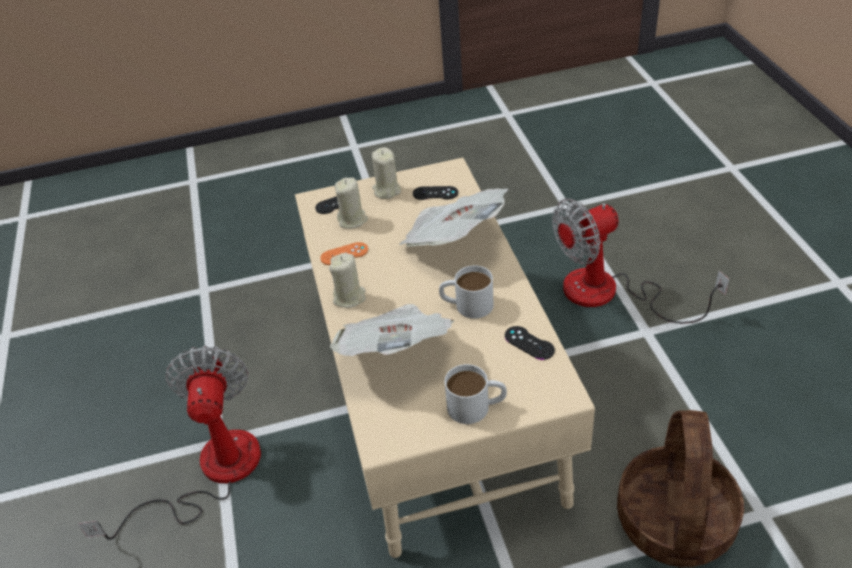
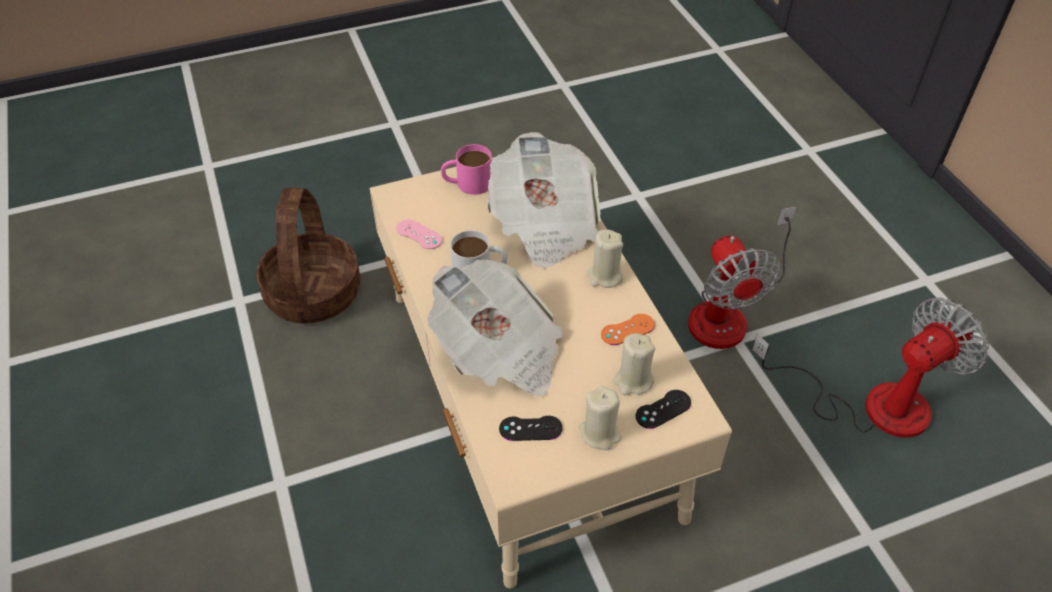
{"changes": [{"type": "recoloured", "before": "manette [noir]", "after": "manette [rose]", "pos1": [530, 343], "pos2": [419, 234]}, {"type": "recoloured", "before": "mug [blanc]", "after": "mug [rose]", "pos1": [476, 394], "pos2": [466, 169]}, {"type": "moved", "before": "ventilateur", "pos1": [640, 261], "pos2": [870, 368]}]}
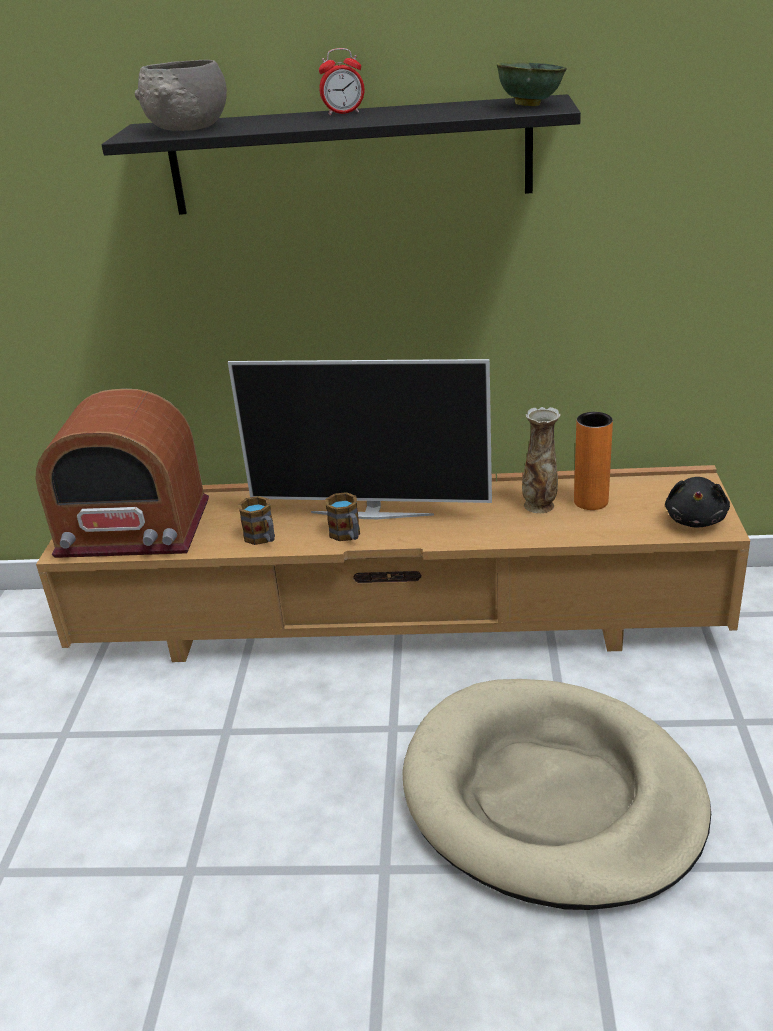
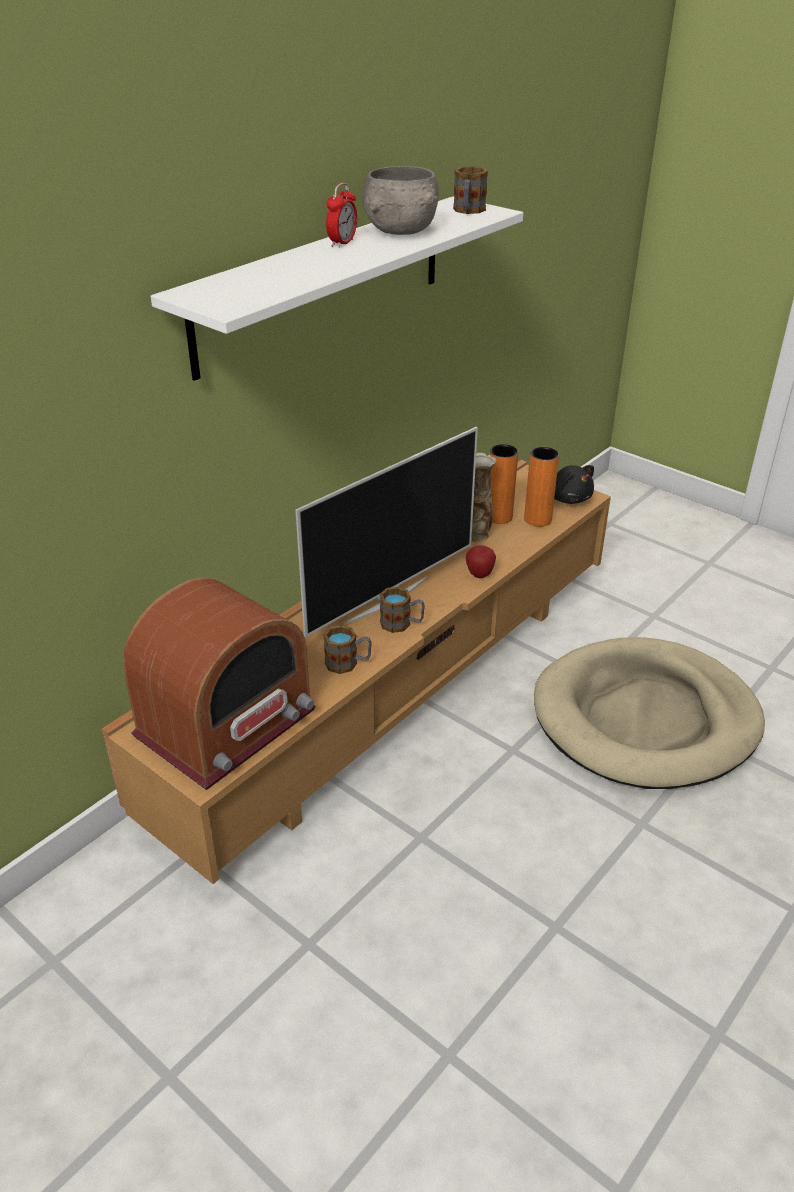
{"changes": [{"type": "recoloured", "before": "étagère [noir]", "after": "étagère [blanc]", "pos1": [341, 154], "pos2": [337, 288]}, {"type": "moved", "before": "bol [gris]", "pos1": [181, 95], "pos2": [400, 200]}, {"type": "replaced", "before": "bol [vert]", "after": "mug", "pos1": [532, 84], "pos2": [470, 190]}, {"type": "added", "after": "pomme", "pos2": [481, 561]}, {"type": "added", "after": "vase [orange]", "pos2": [541, 487]}]}
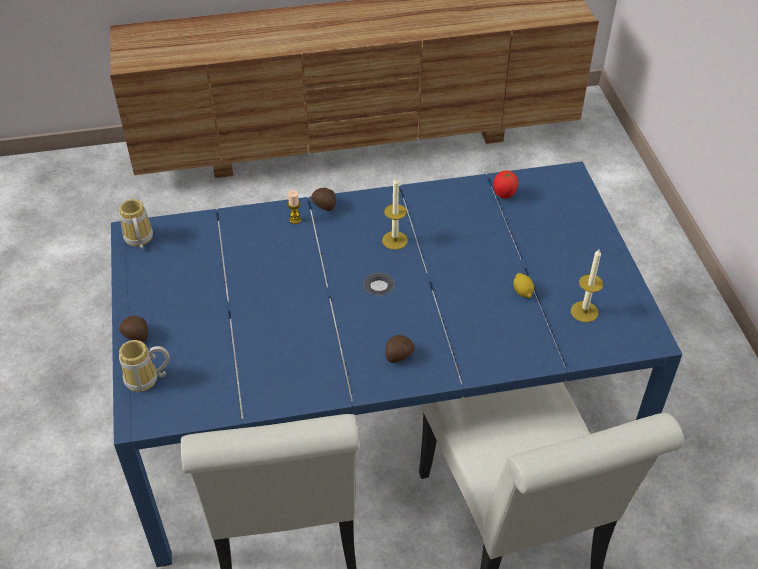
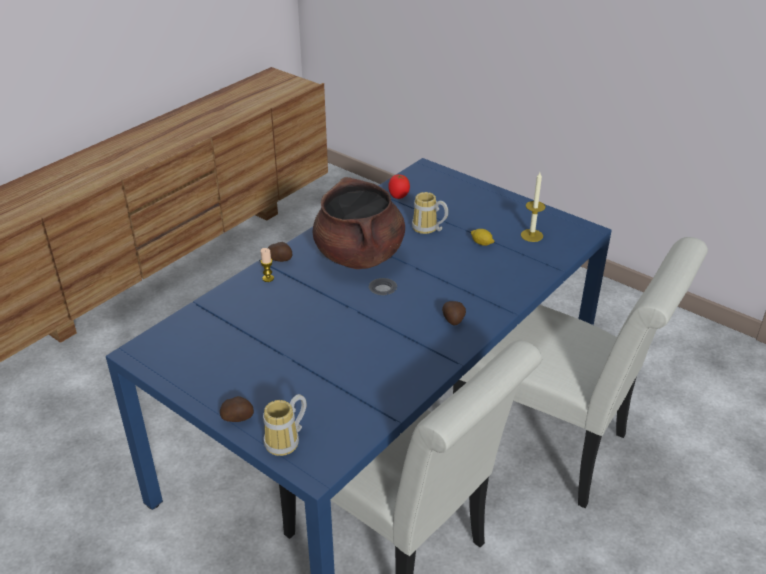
{"changes": [{"type": "replaced", "before": "bougie", "after": "marmite [marron]", "pos1": [395, 214], "pos2": [359, 223]}, {"type": "moved", "before": "mug", "pos1": [136, 224], "pos2": [430, 213]}]}
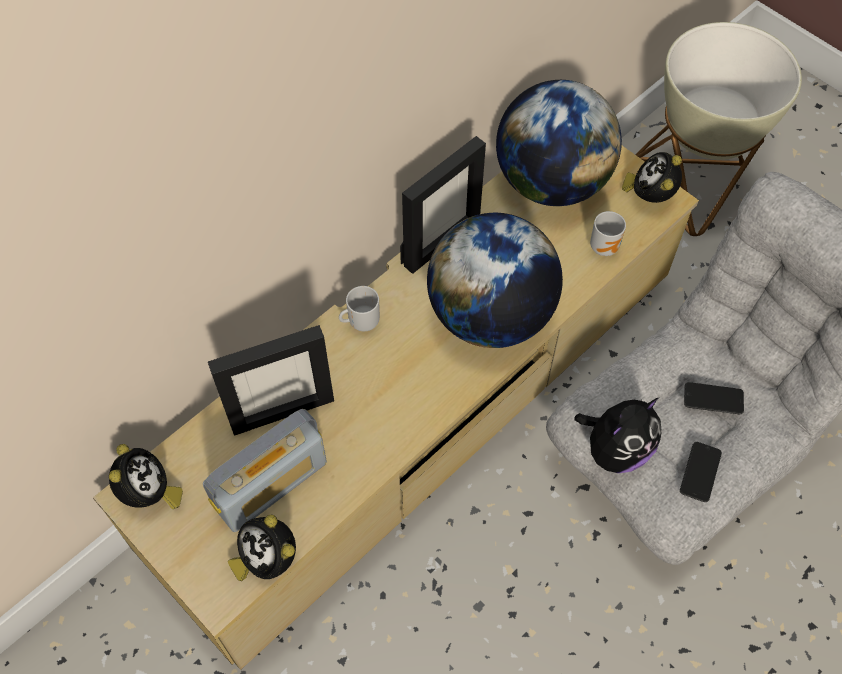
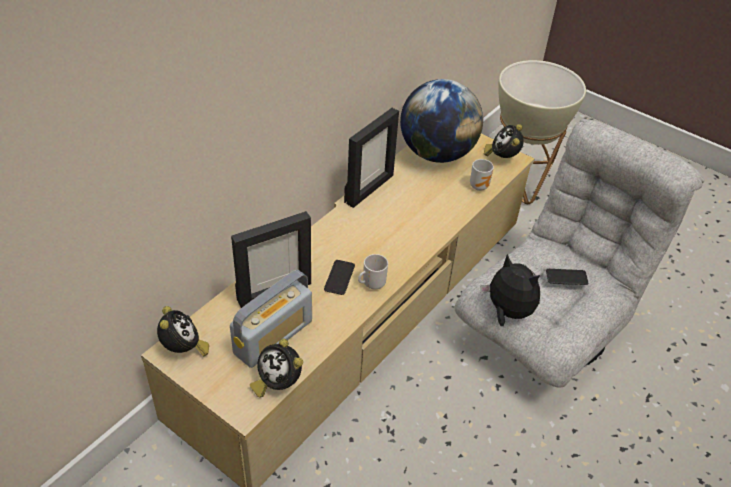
{"changes": [{"type": "moved", "before": "téléphone", "pos1": [701, 472], "pos2": [339, 277]}, {"type": "moved", "before": "mug", "pos1": [359, 308], "pos2": [373, 271]}, {"type": "turned", "before": "peluche", "pos1": [618, 435], "pos2": [510, 290], "turn": -90}, {"type": "removed", "before": "globe", "pos1": [495, 280]}]}
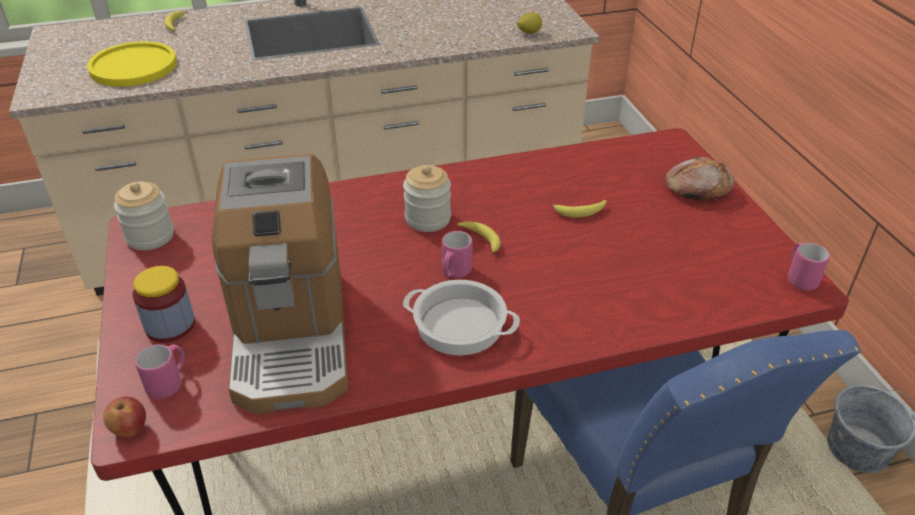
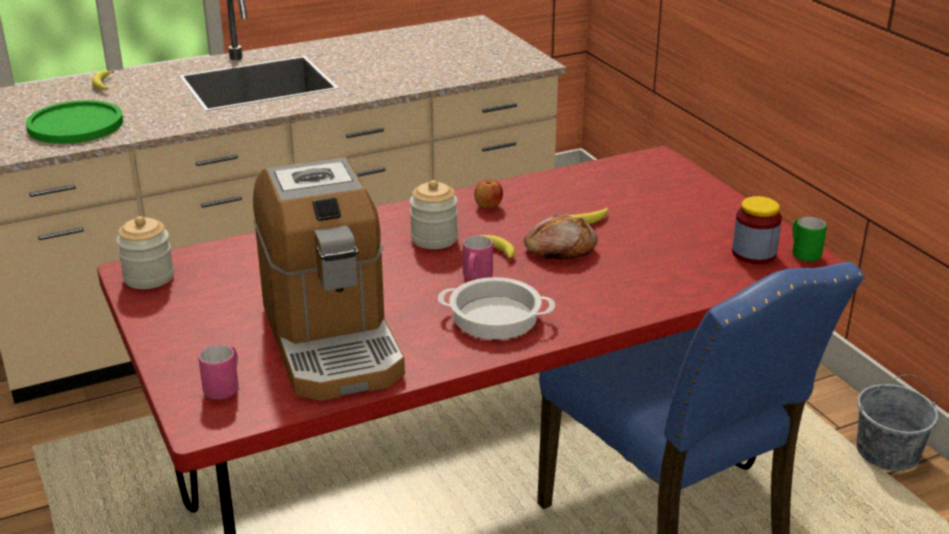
{"changes": [{"type": "recoloured", "before": "assiette [jaune]", "after": "assiette [vert]", "pos1": [132, 64], "pos2": [74, 122]}, {"type": "moved", "before": "pomme", "pos1": [124, 417], "pos2": [488, 193]}, {"type": "moved", "before": "pain", "pos1": [699, 179], "pos2": [561, 237]}, {"type": "moved", "before": "bocal", "pos1": [164, 304], "pos2": [757, 230]}, {"type": "recoloured", "before": "mug [rose]", "after": "mug [vert]", "pos1": [809, 266], "pos2": [809, 239]}, {"type": "removed", "before": "citron", "pos1": [529, 23]}]}
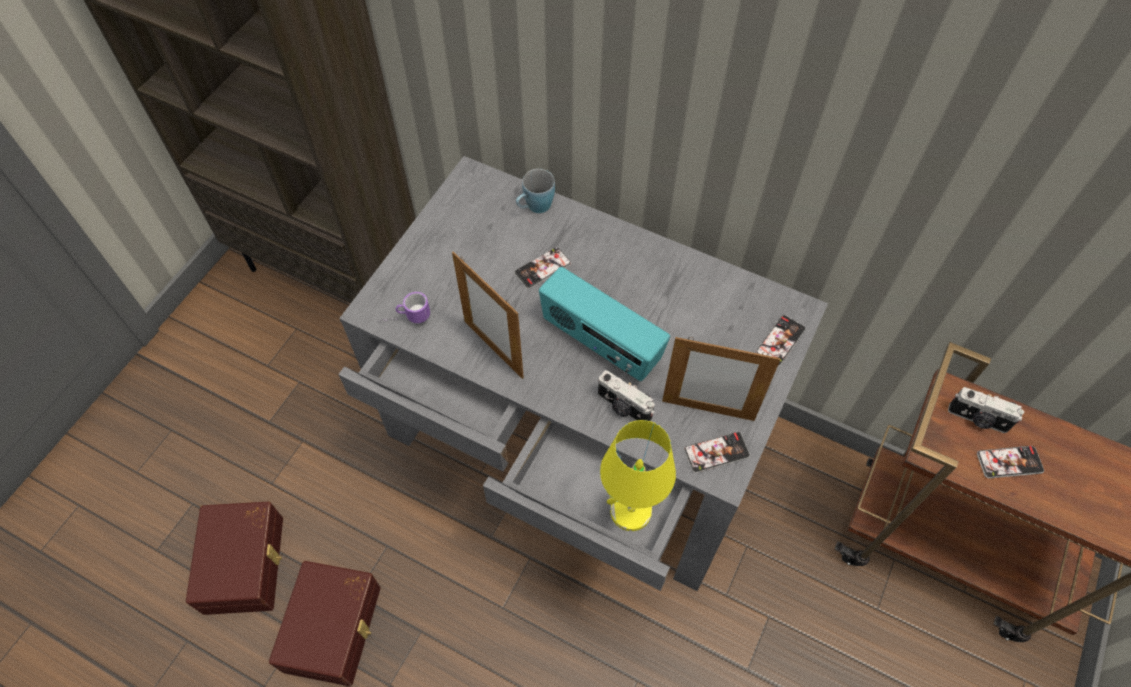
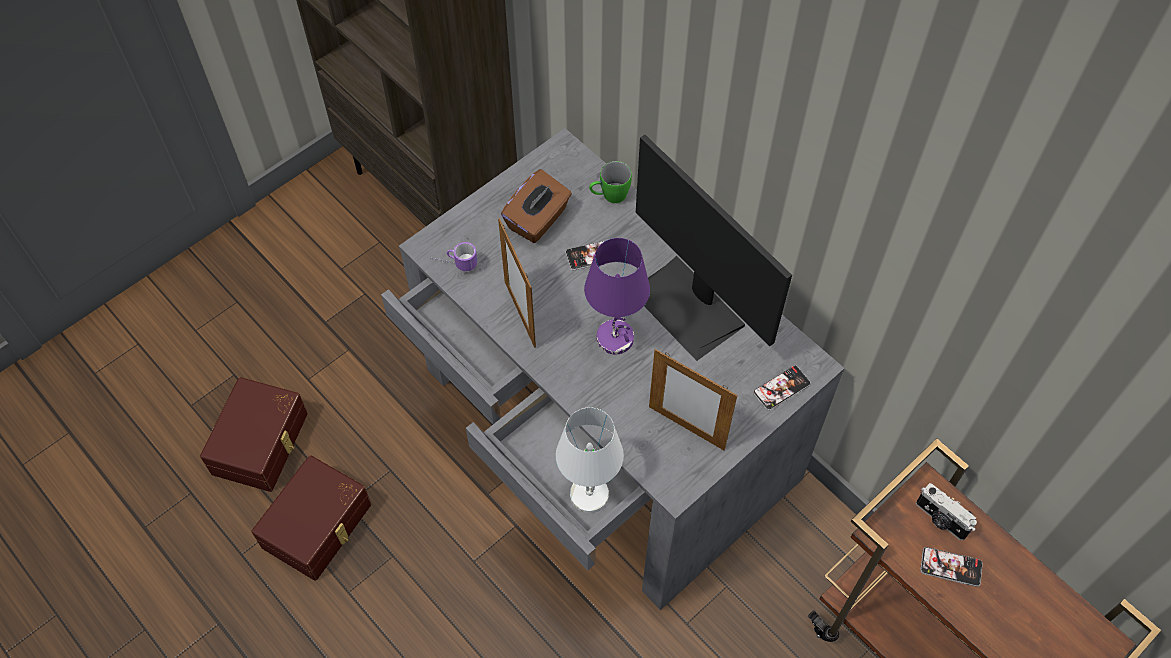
{"changes": [{"type": "added", "after": "boîte à mouchoirs [marron]", "pos2": [536, 206]}, {"type": "recoloured", "before": "lampe de table [jaune]", "after": "lampe de table [blanc]", "pos1": [638, 475], "pos2": [590, 460]}, {"type": "replaced", "before": "radio", "after": "lampe de table [violet]", "pos1": [604, 324], "pos2": [617, 296]}, {"type": "recoloured", "before": "mug [bleu]", "after": "mug [vert]", "pos1": [535, 191], "pos2": [610, 182]}, {"type": "added", "after": "écran d'ordinateur", "pos2": [714, 248]}, {"type": "removed", "before": "appareil photo", "pos1": [626, 395]}, {"type": "removed", "before": "téléphone", "pos1": [717, 452]}]}
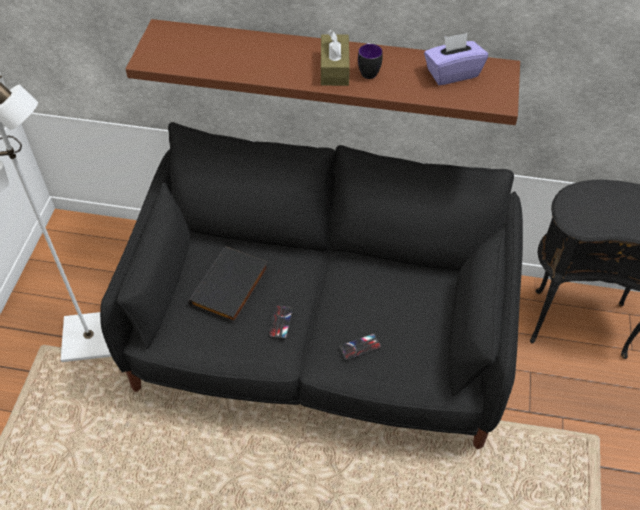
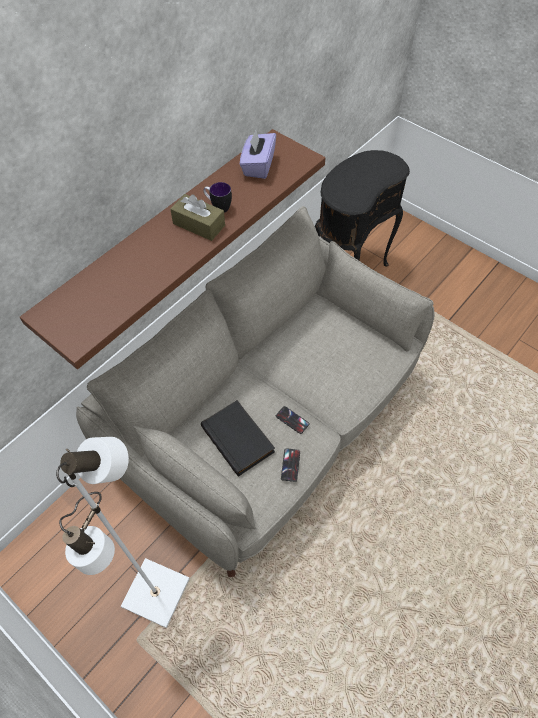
{"changes": [{"type": "recoloured", "before": "canapé [noir]", "after": "canapé [beige]", "pos1": [311, 285], "pos2": [255, 391]}, {"type": "moved", "before": "téléphone", "pos1": [360, 346], "pos2": [290, 465]}]}
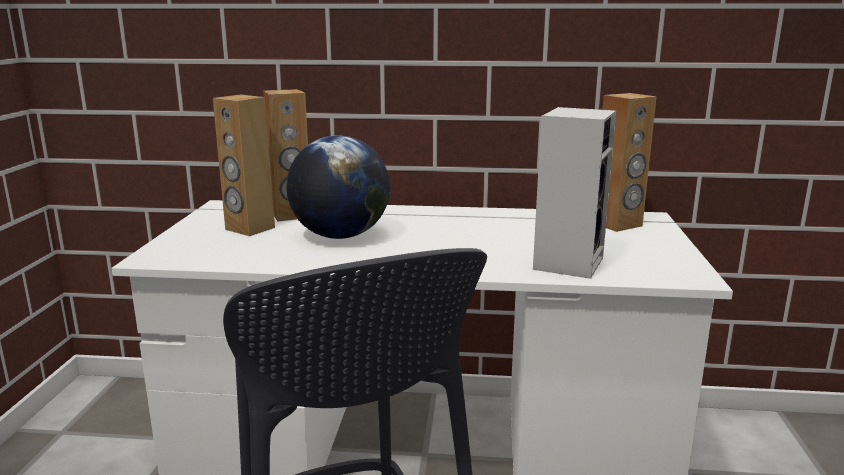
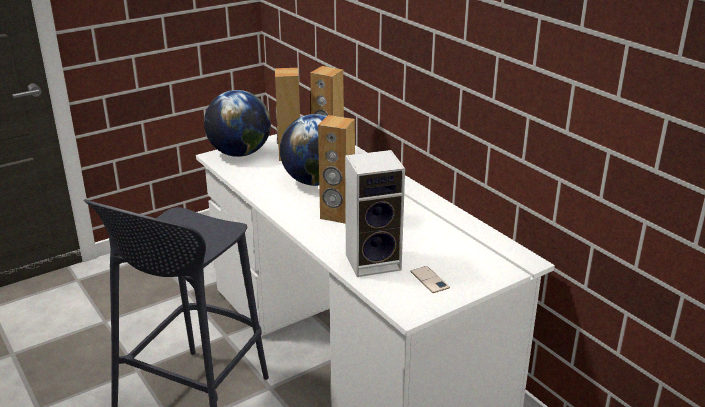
{"changes": [{"type": "added", "after": "globe", "pos2": [237, 123]}, {"type": "moved", "before": "enceinte [marron]", "pos1": [630, 162], "pos2": [336, 169]}, {"type": "added", "after": "téléphone", "pos2": [430, 279]}]}
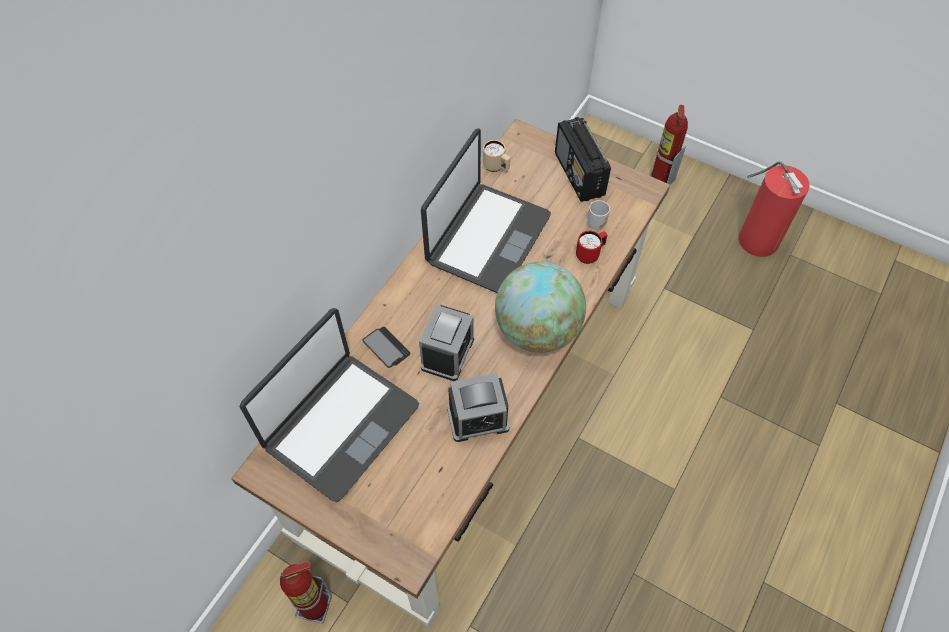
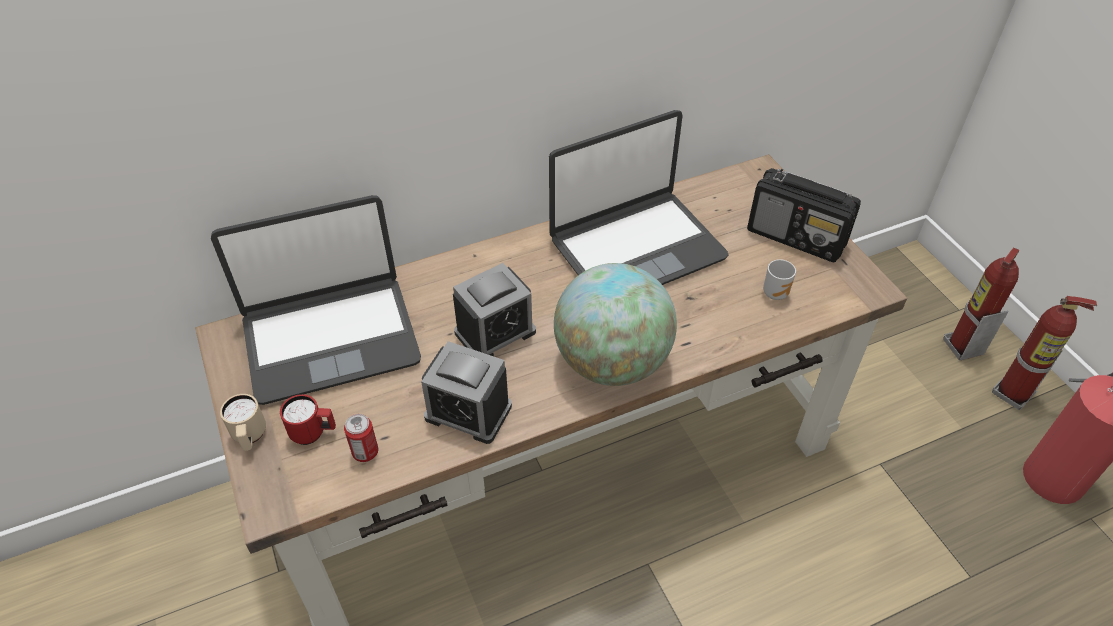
{"changes": [{"type": "moved", "before": "mug [beige]", "pos1": [496, 156], "pos2": [243, 422]}, {"type": "moved", "before": "mug [rouge]", "pos1": [592, 247], "pos2": [308, 419]}, {"type": "added", "after": "boîte métallique", "pos2": [361, 438]}, {"type": "turned", "before": "radio", "pos1": [583, 159], "pos2": [804, 215], "turn": -75}, {"type": "moved", "before": "extincteur", "pos1": [306, 592], "pos2": [1044, 353]}, {"type": "removed", "before": "téléphone", "pos1": [386, 347]}]}
